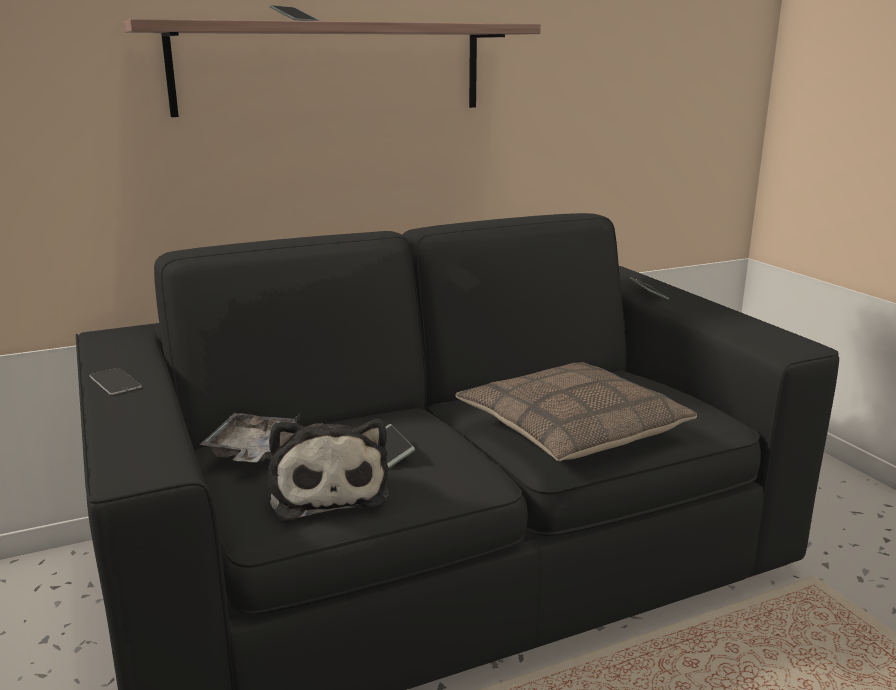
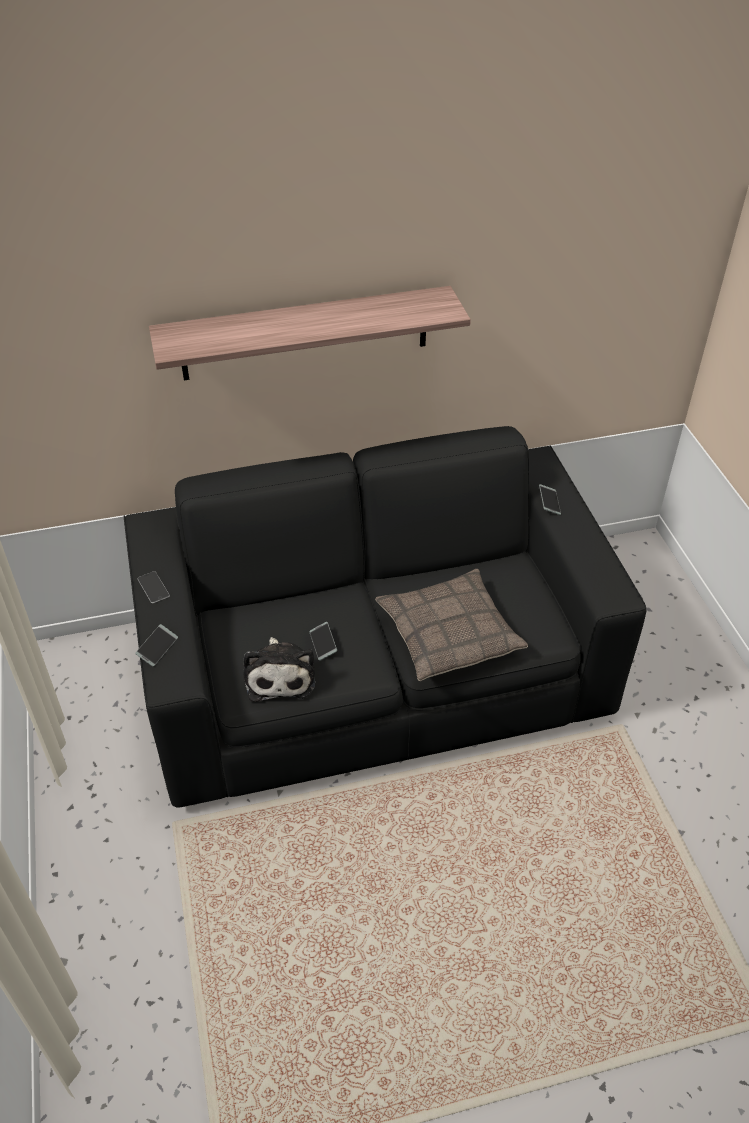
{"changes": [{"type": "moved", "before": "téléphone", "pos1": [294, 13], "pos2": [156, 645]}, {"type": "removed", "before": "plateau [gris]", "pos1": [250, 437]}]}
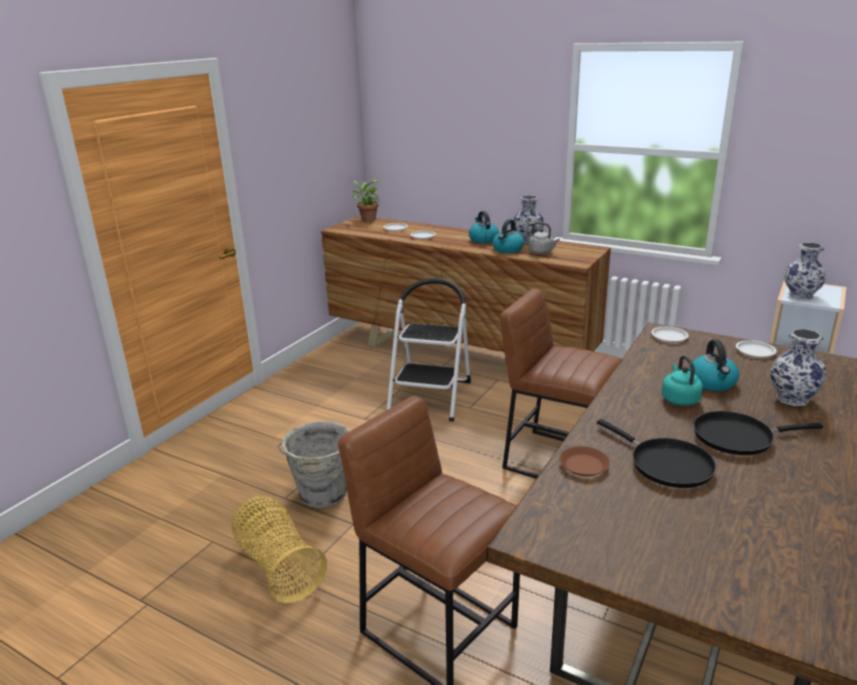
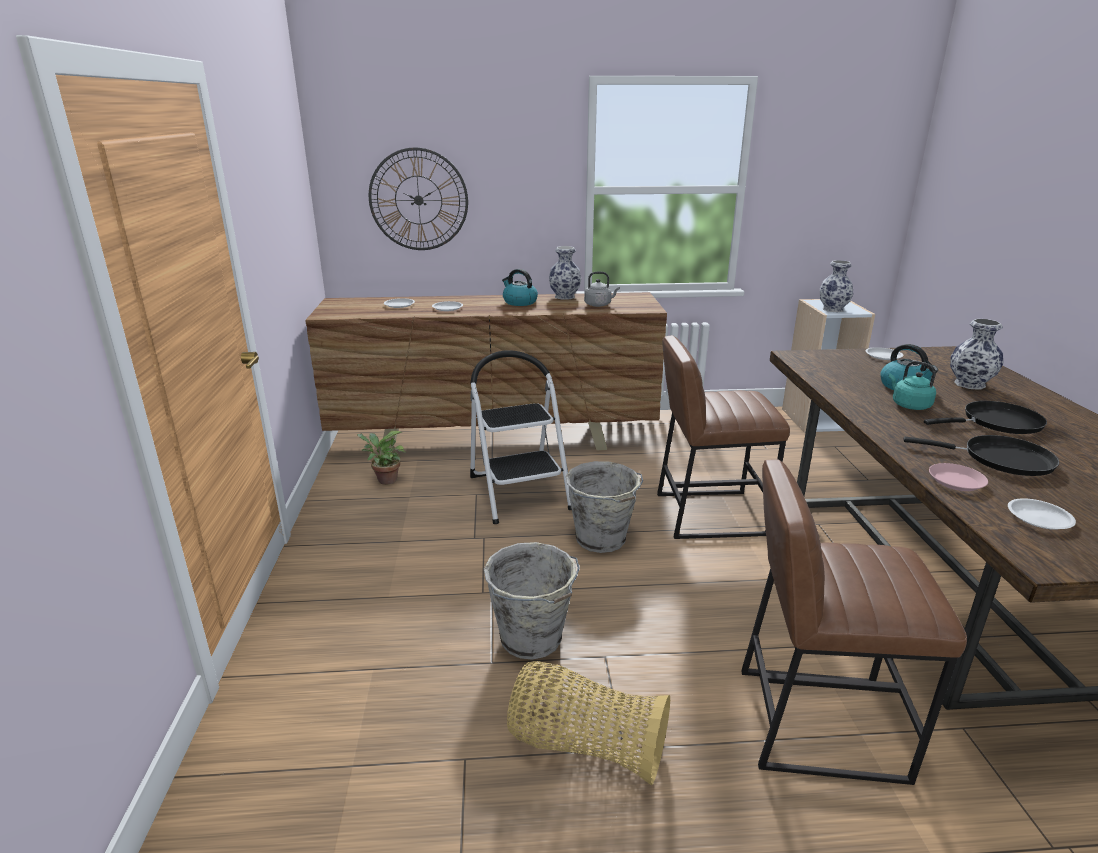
{"changes": [{"type": "moved", "before": "plante en pot", "pos1": [365, 200], "pos2": [381, 458]}, {"type": "added", "after": "horloge murale", "pos2": [418, 198]}, {"type": "added", "after": "seau [gris]", "pos2": [604, 507]}, {"type": "turned", "before": "poêle [noir]", "pos1": [758, 433], "pos2": [985, 417], "turn": -150}, {"type": "recoloured", "before": "assiette [marron]", "after": "assiette [rose]", "pos1": [585, 461], "pos2": [958, 477]}, {"type": "moved", "before": "assiette [blanc]", "pos1": [670, 334], "pos2": [1042, 514]}, {"type": "removed", "before": "bouilloire", "pos1": [508, 236]}]}
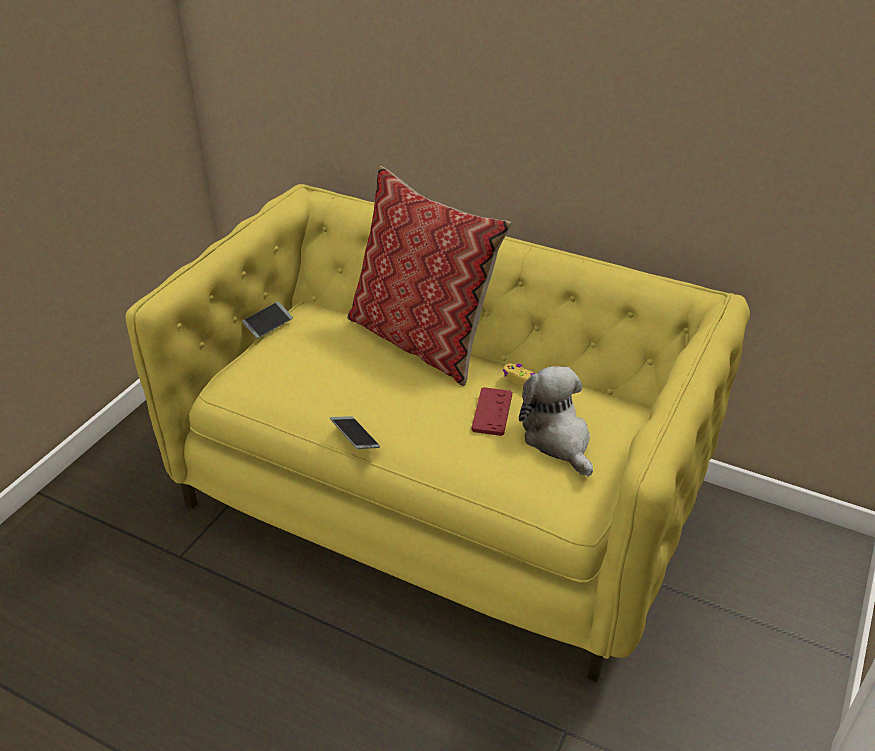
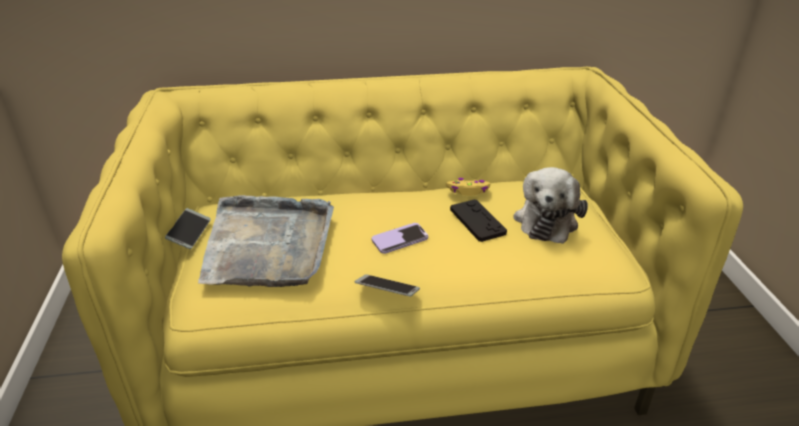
{"changes": [{"type": "added", "after": "plateau [gris]", "pos2": [266, 241]}, {"type": "added", "after": "téléphone", "pos2": [400, 238]}, {"type": "recoloured", "before": "manette [rouge]", "after": "manette [noir]", "pos1": [491, 411], "pos2": [478, 220]}, {"type": "turned", "before": "peluche", "pos1": [556, 421], "pos2": [550, 205], "turn": -105}, {"type": "removed", "before": "coussin", "pos1": [429, 276]}]}
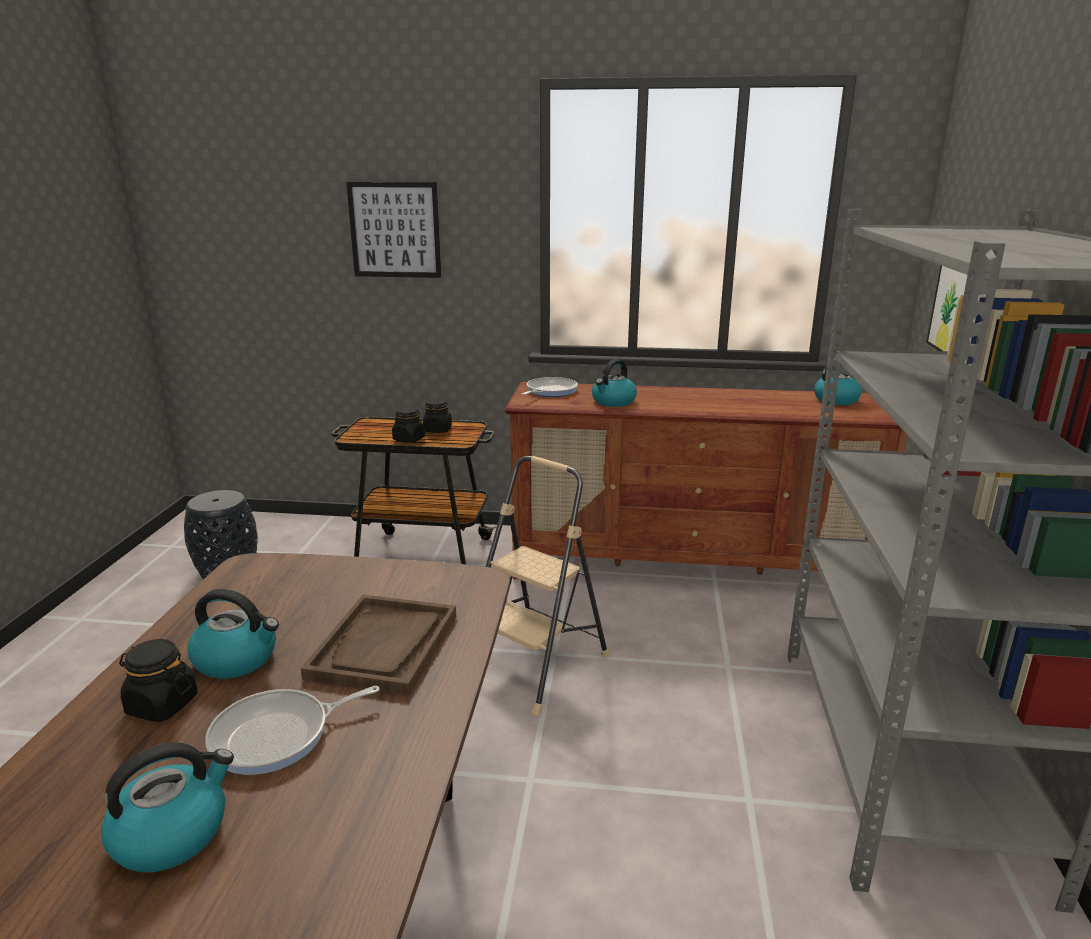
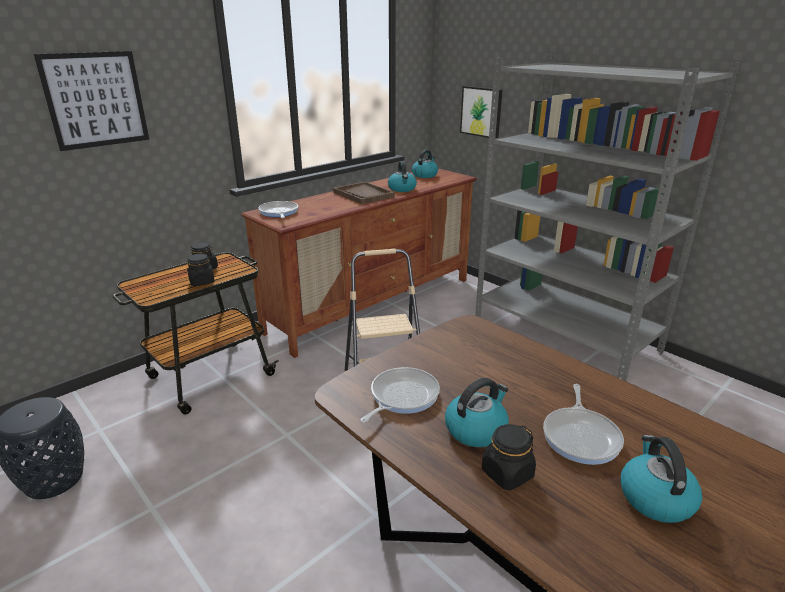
{"changes": [{"type": "moved", "before": "plateau [marron]", "pos1": [378, 645], "pos2": [364, 193]}, {"type": "added", "after": "poêle", "pos2": [400, 395]}, {"type": "moved", "before": "bouilloire", "pos1": [614, 383], "pos2": [402, 176]}]}
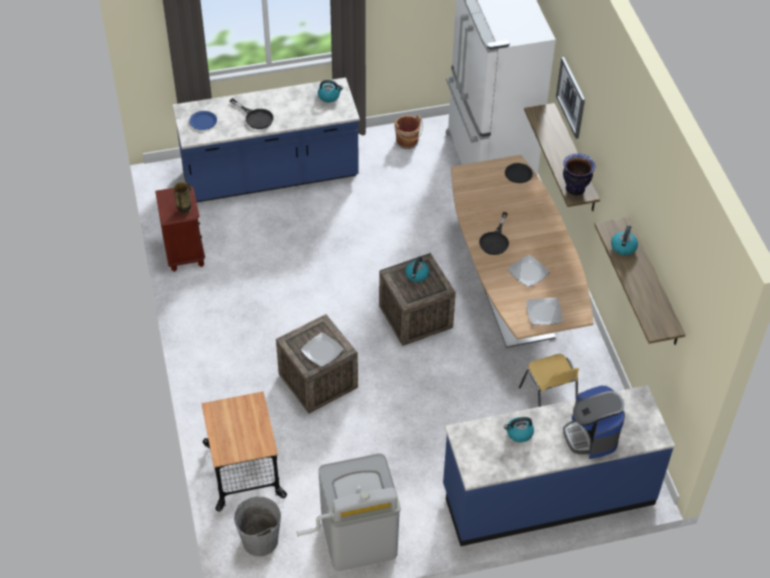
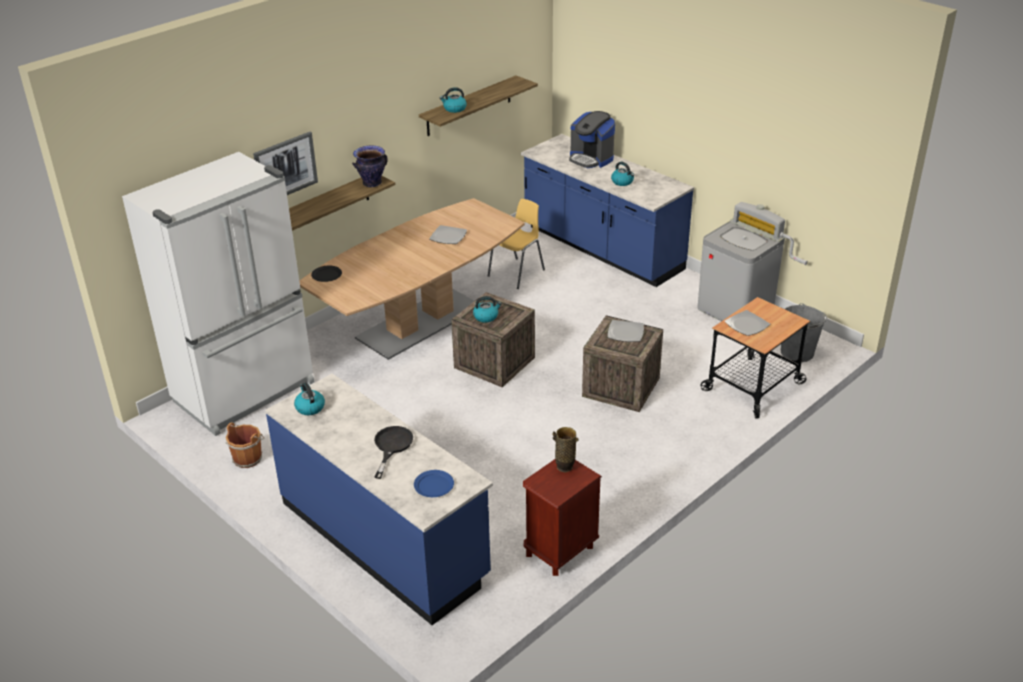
{"changes": [{"type": "turned", "before": "machine à café", "pos1": [594, 422], "pos2": [592, 139], "turn": 90}, {"type": "moved", "before": "assiette", "pos1": [545, 311], "pos2": [747, 323]}, {"type": "removed", "before": "poêle [noir]", "pos1": [494, 233]}]}
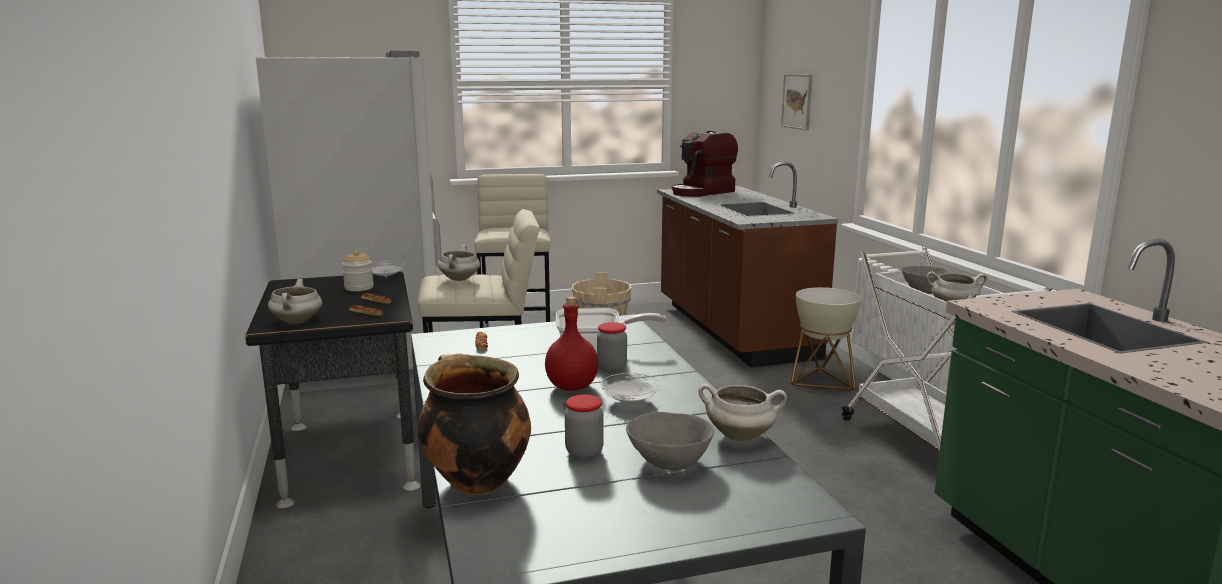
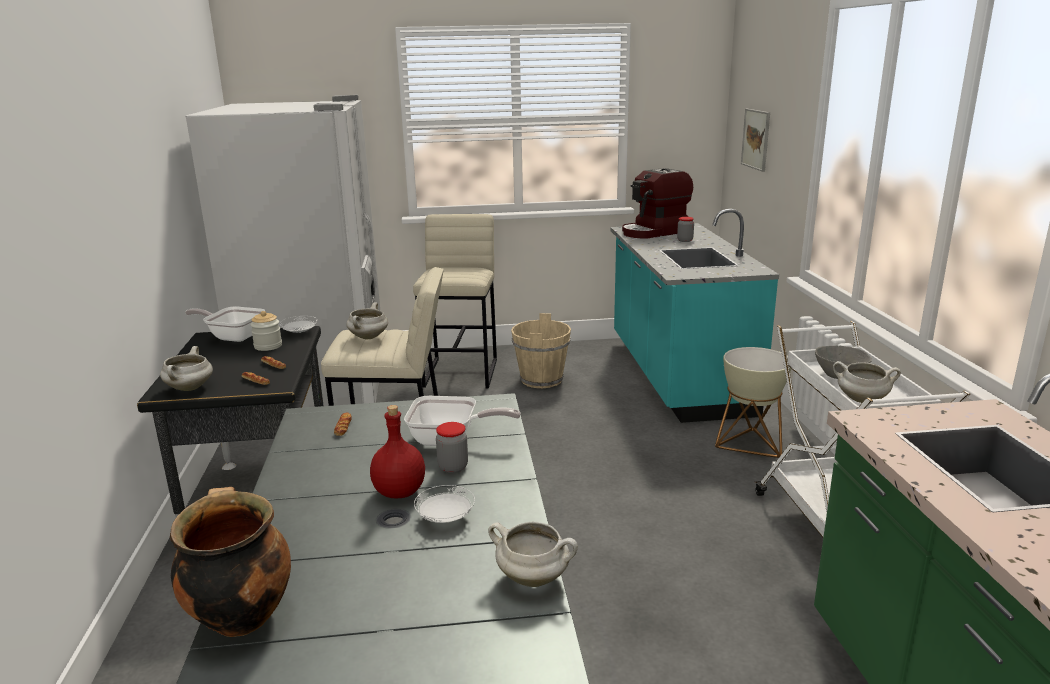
{"changes": [{"type": "added", "after": "poêle", "pos2": [225, 324]}, {"type": "recoloured", "before": "comptoir de cuisine [marron]", "after": "comptoir de cuisine [turquoise]", "pos1": [747, 264], "pos2": [694, 316]}, {"type": "moved", "before": "bocal", "pos1": [584, 427], "pos2": [685, 229]}, {"type": "removed", "before": "bol [gris]", "pos1": [670, 441]}]}
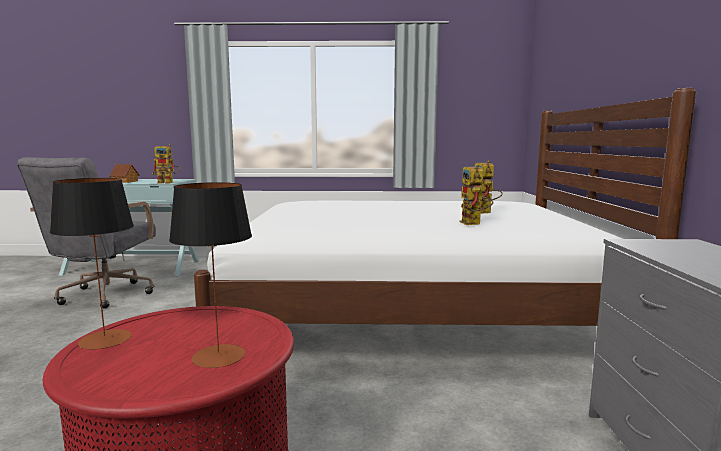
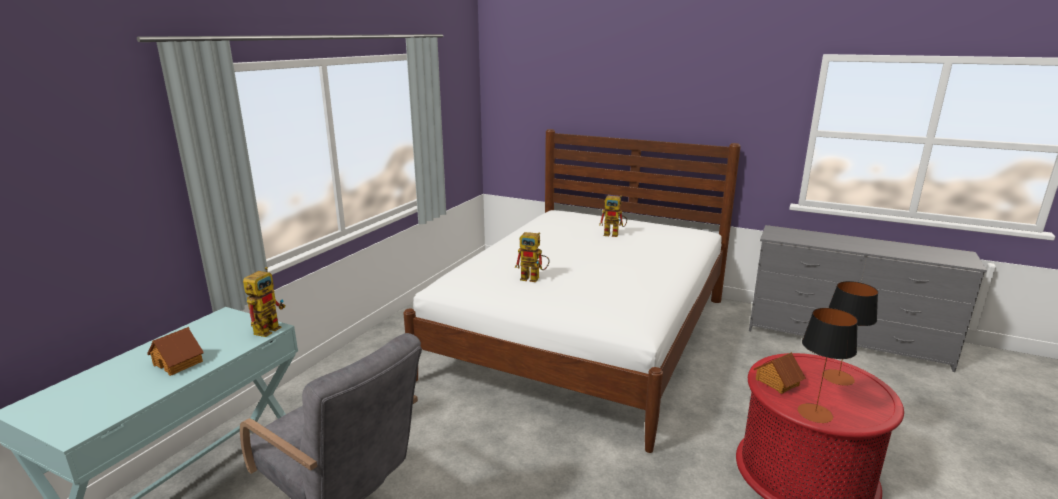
{"changes": [{"type": "moved", "before": "robot jouet", "pos1": [476, 194], "pos2": [532, 257]}, {"type": "added", "after": "maison miniature", "pos2": [780, 373]}]}
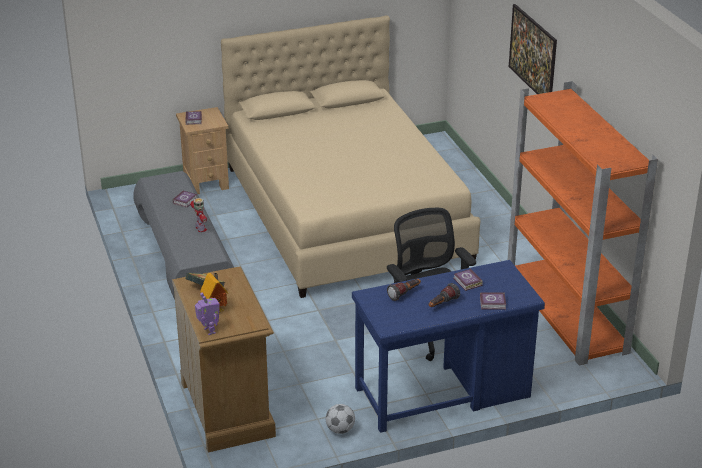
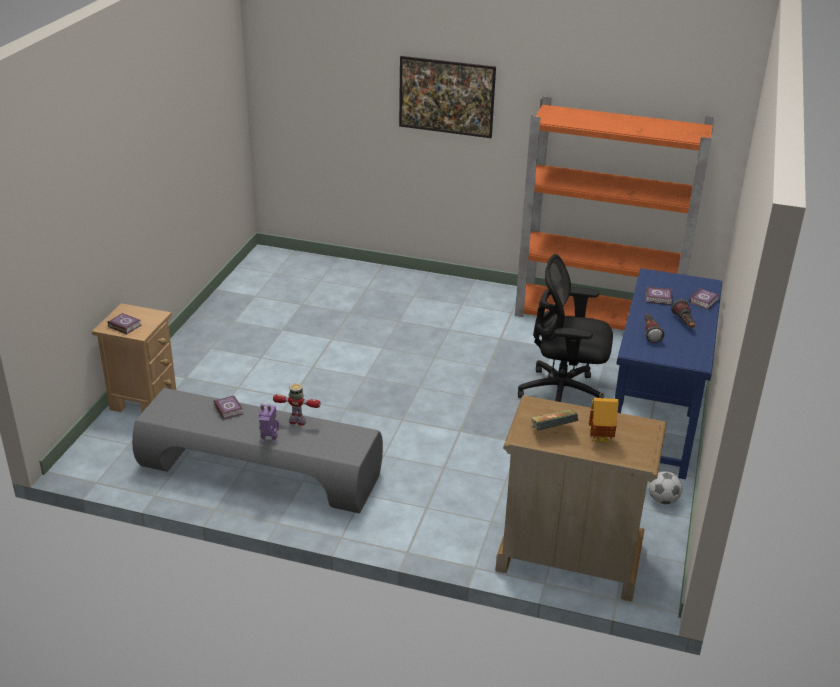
{"changes": [{"type": "moved", "before": "robot jouet", "pos1": [207, 314], "pos2": [269, 423]}, {"type": "removed", "before": "lit [beige]", "pos1": [351, 156]}]}
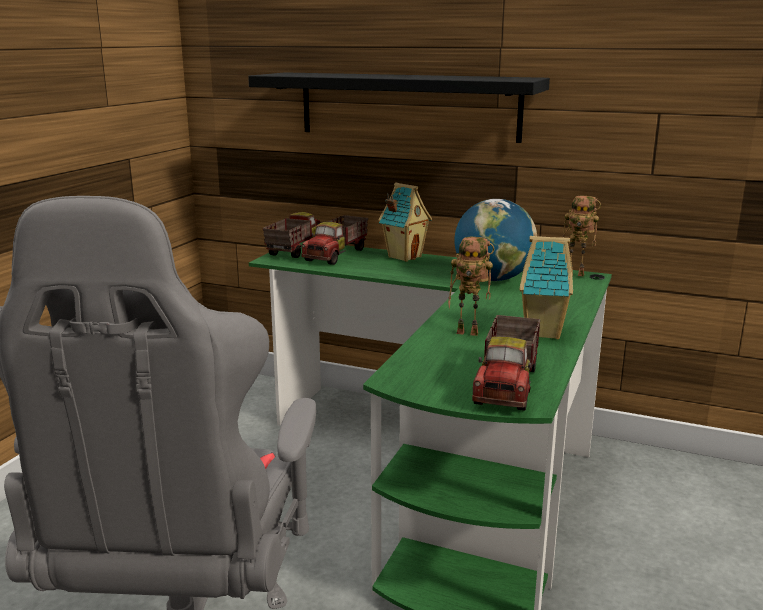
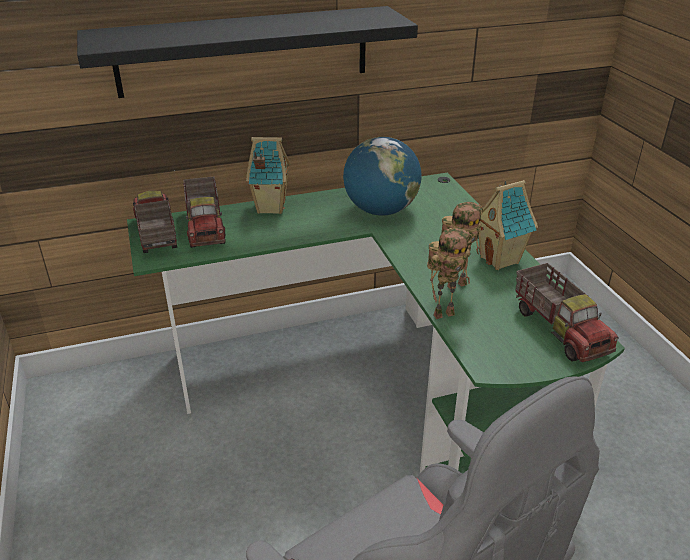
{"changes": [{"type": "moved", "before": "robot jouet", "pos1": [582, 236], "pos2": [450, 273]}]}
